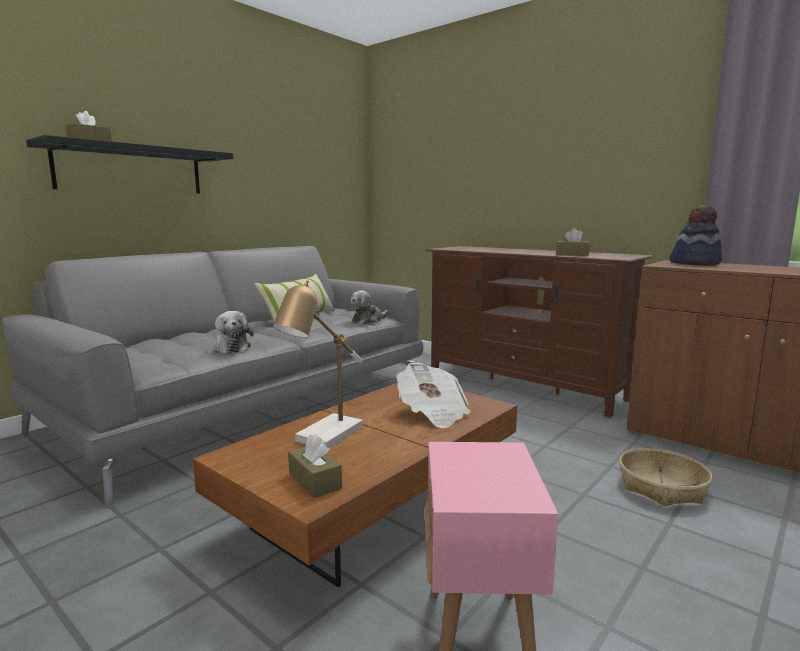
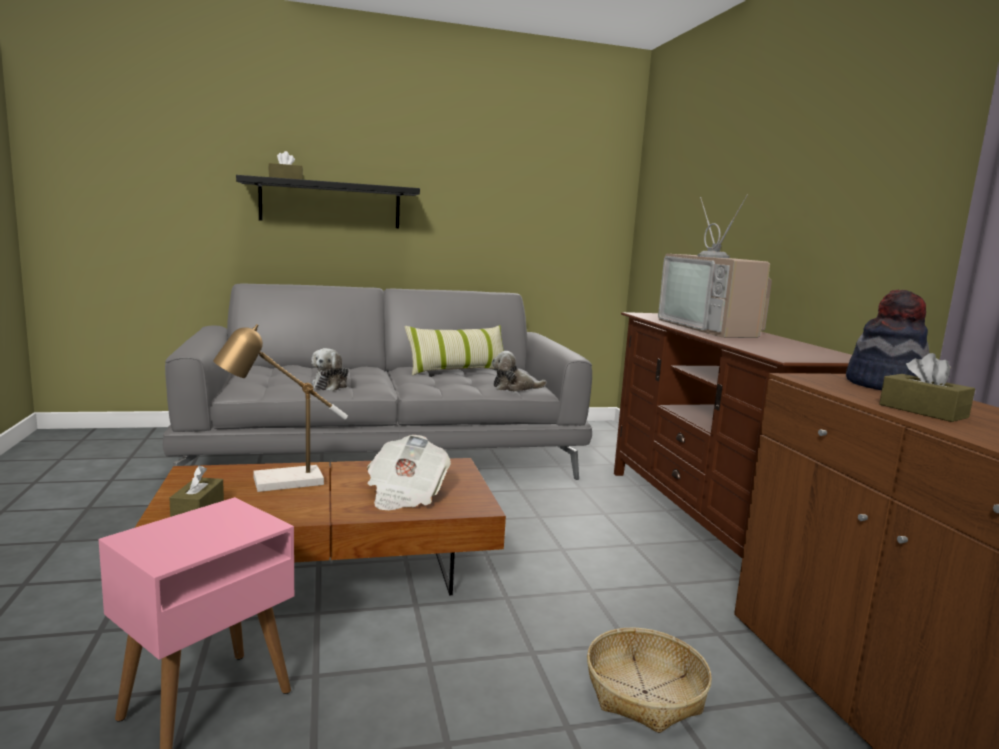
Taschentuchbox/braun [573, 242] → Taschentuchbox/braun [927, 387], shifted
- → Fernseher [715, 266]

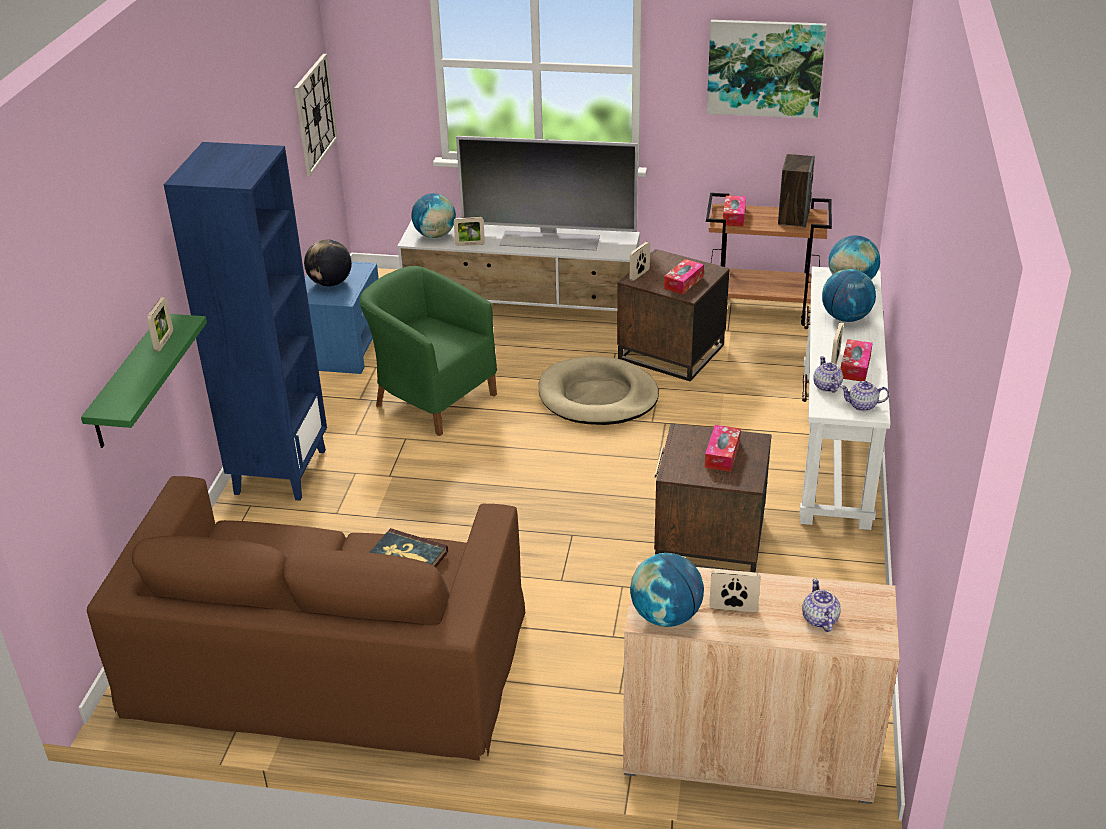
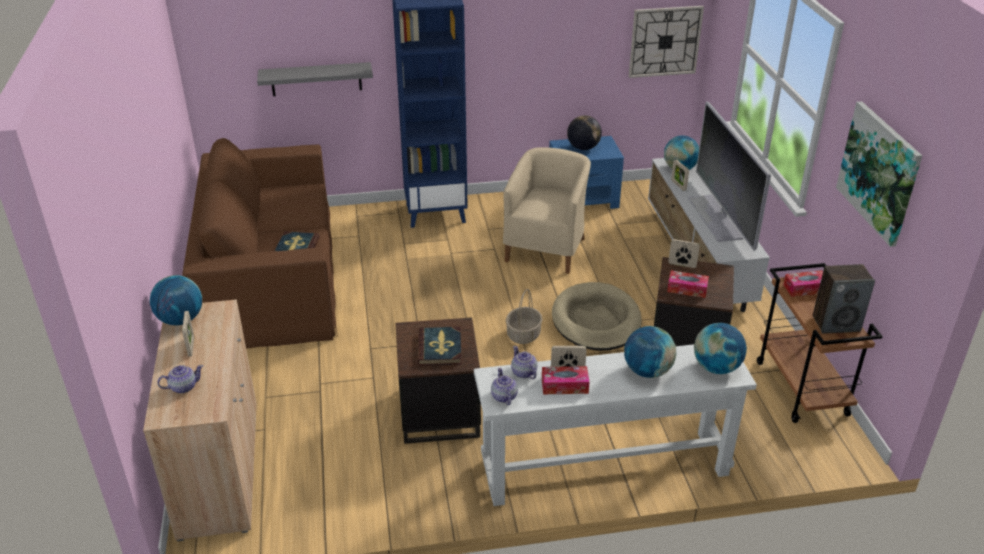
Sessel/grün [428, 351] → Sessel/beige [547, 210]
Bilderrahmen [160, 324] → -
Wandregal/grün [144, 381] → Wandregal/grau [315, 79]
Teekanne [828, 374] → Teekanne [524, 362], 90 degrees counterclockwise
Taschentuchbox [723, 448] → Buch [440, 346]
- → Korb [524, 316]

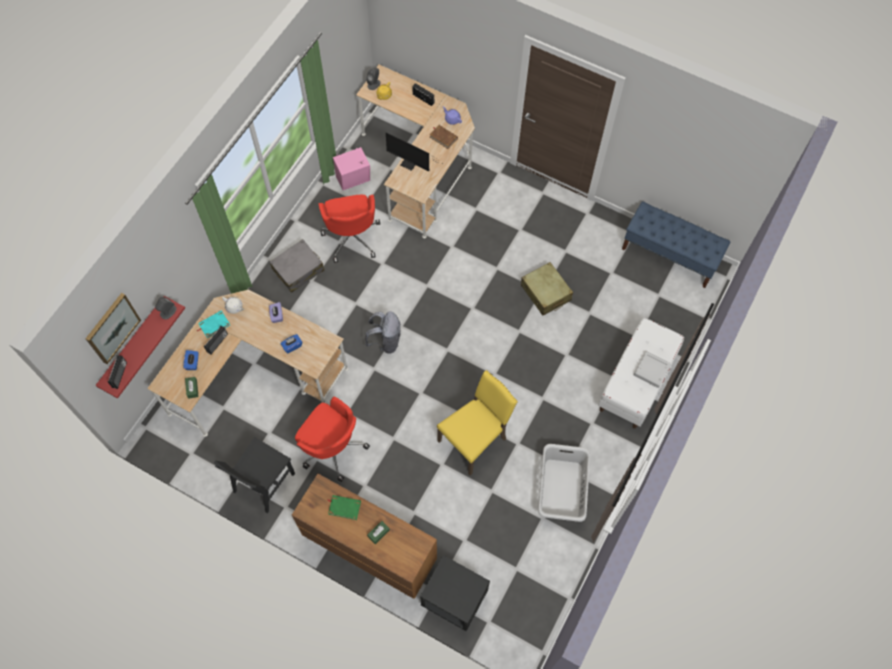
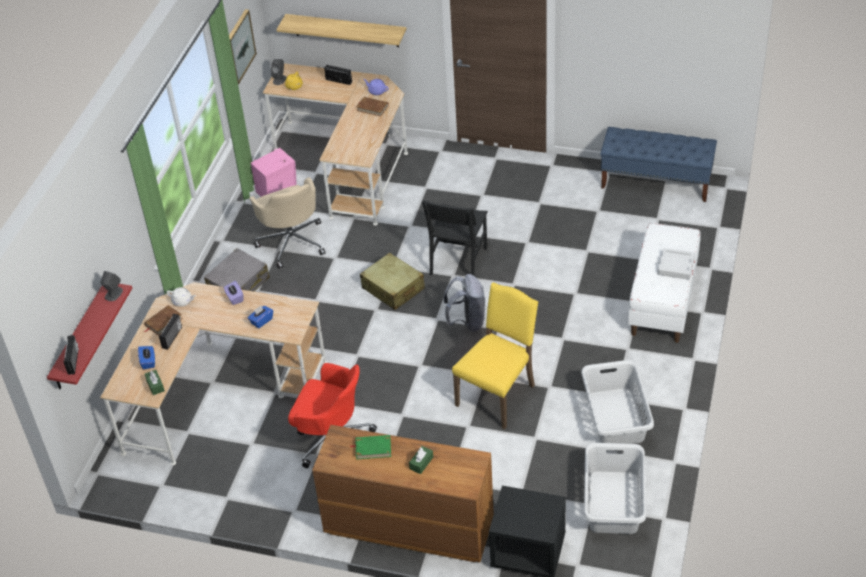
Monitor [412, 152] → -
Bürostuhl/rot [349, 229] → Bürostuhl/beige [287, 223]
Koffer/beige [547, 288] → Koffer/beige [392, 281], shifted
Bild [113, 328] → Bild [243, 47], shifted
Buch/türkis [213, 324] → Buch/braun [163, 320]
Rucksack/grau [383, 332] → Rucksack/grau [464, 303], shifted
Stuhl/schwarz [254, 475] → Stuhl/schwarz [455, 238], shifted
- → Wandregal [341, 30]
- → Wäschekorb/grau [615, 488]

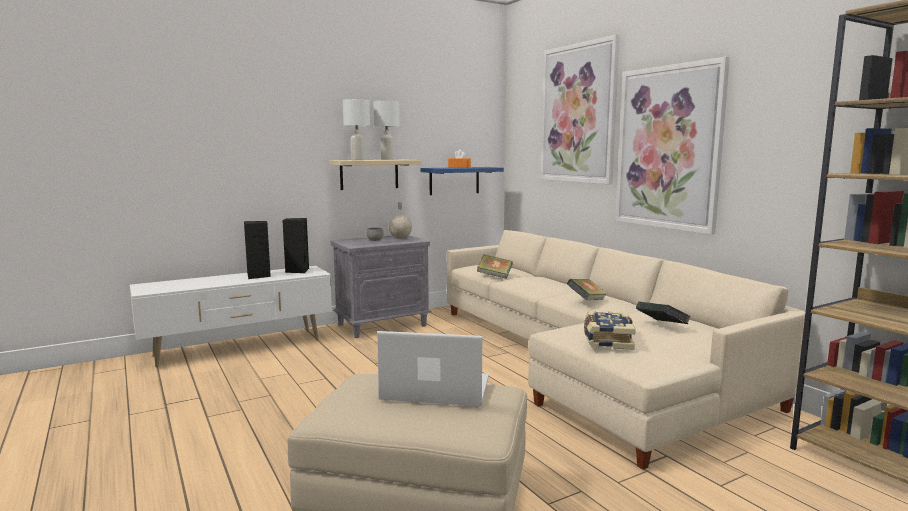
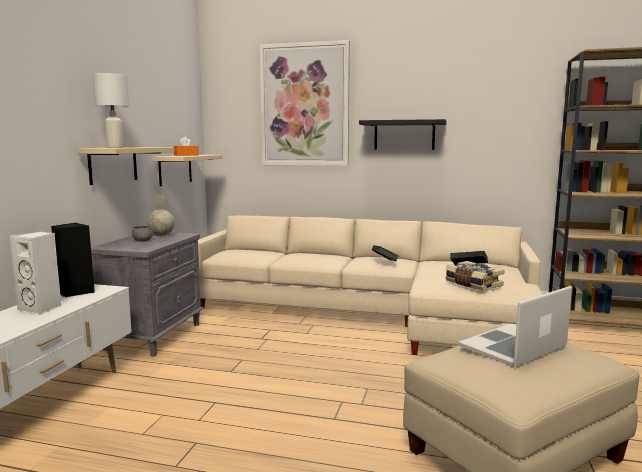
Bild [672, 146] → Wandregal/schwarz [403, 134]
Tischlampe/weiß [386, 130] → -
Wandregal/blau [462, 181] → Wandregal/beige [187, 170]
Lautsprecher/schwarz [257, 250] → Lautsprecher/weiß [36, 273]
Buch [495, 267] → -

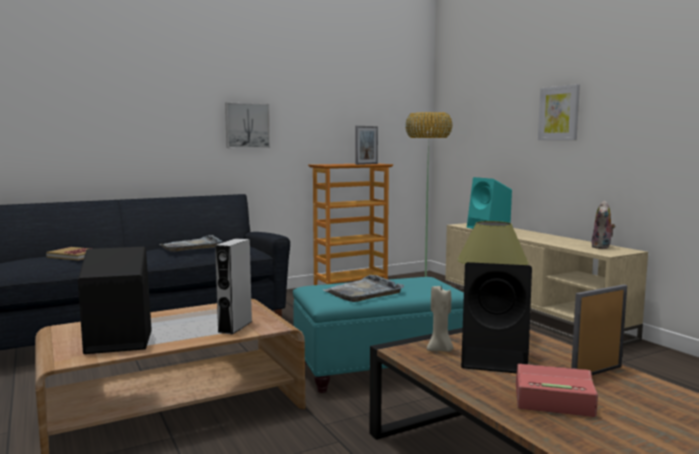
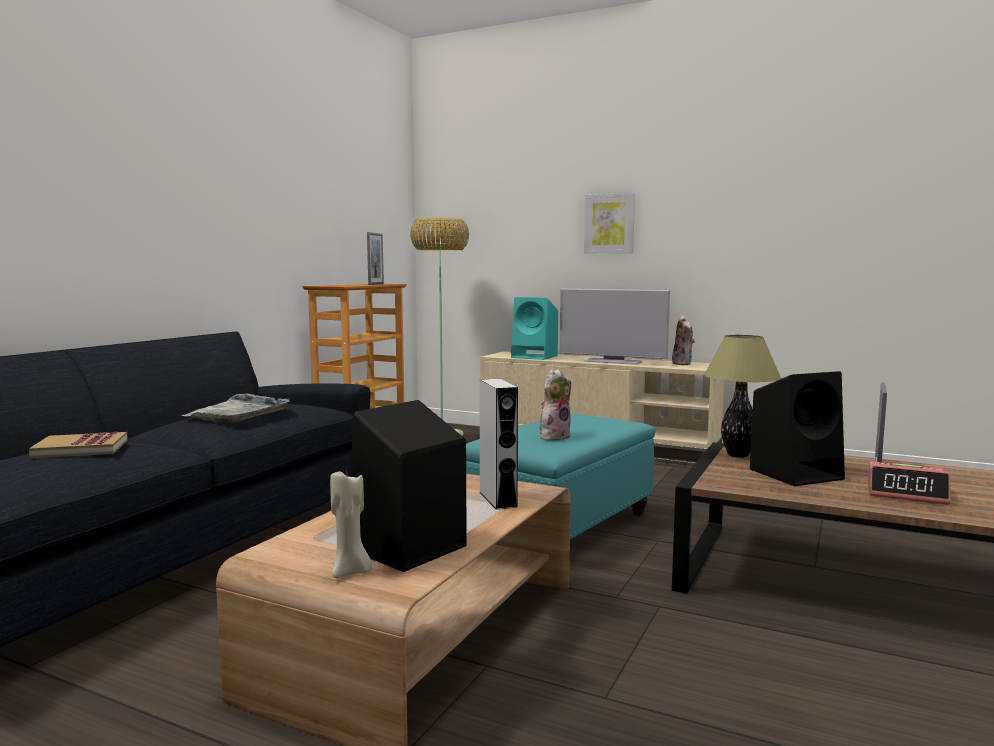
Bild [247, 125] → -
Tablett/grau [363, 288] → Plüschtier [555, 405]
Kerze/beige [440, 318] → Kerze/beige [351, 523], shifted
Wecker [557, 390] → Wecker [909, 483], 135 degrees counterclockwise
- → Fernseher [615, 327]

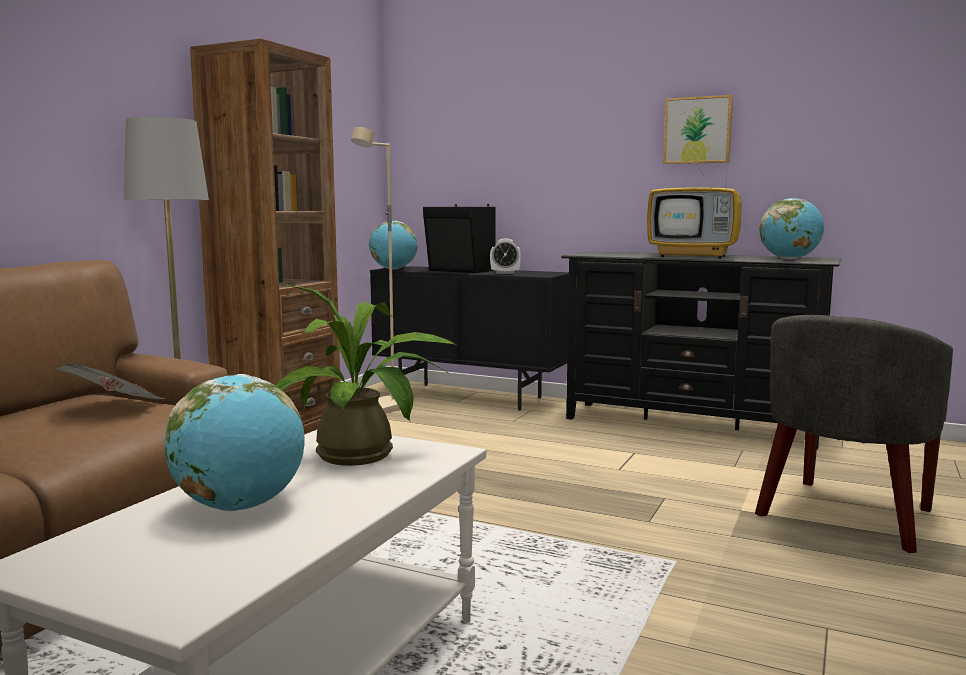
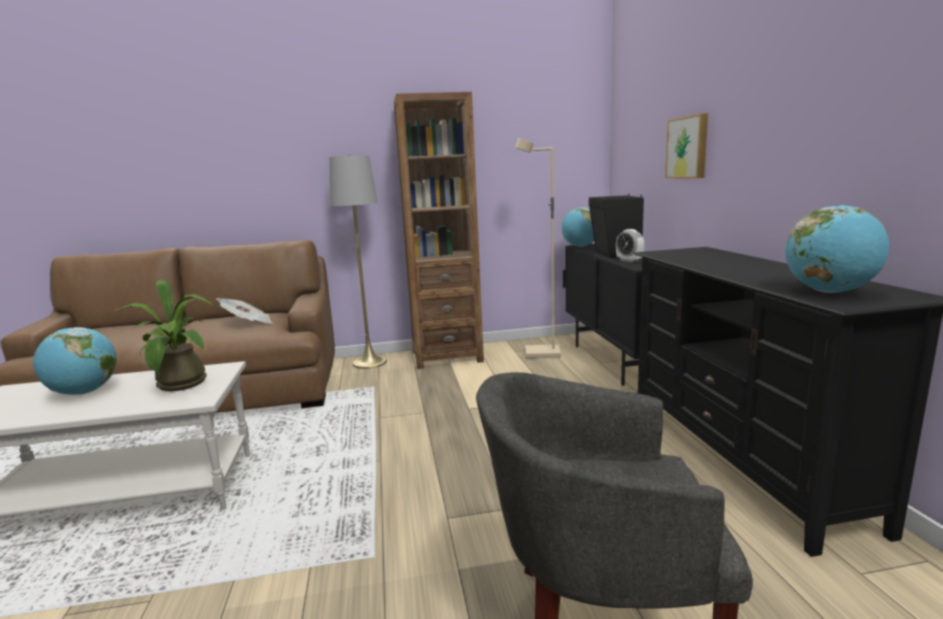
Bild [698, 129] → Bild [686, 145], shifted
Fernseher [694, 205] → -

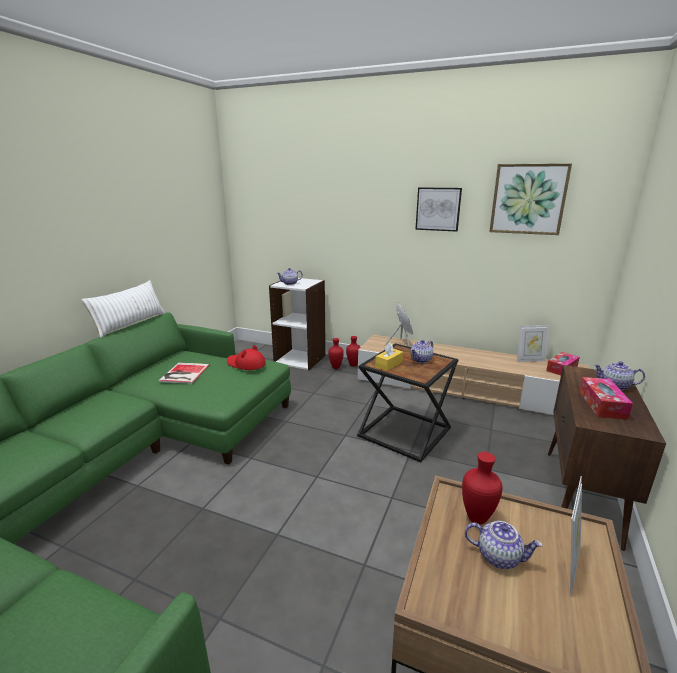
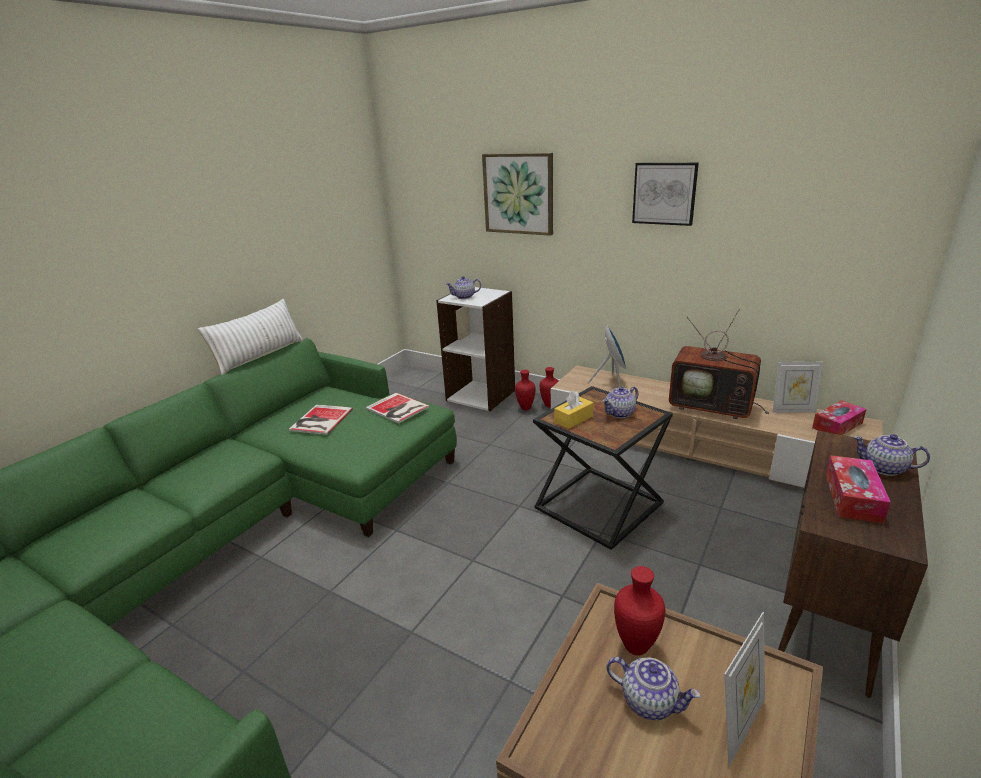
Bild [530, 199] → Bild [517, 194], shifted
Hut/rot [246, 357] → Buch [398, 408]
- → Fernseher [719, 364]

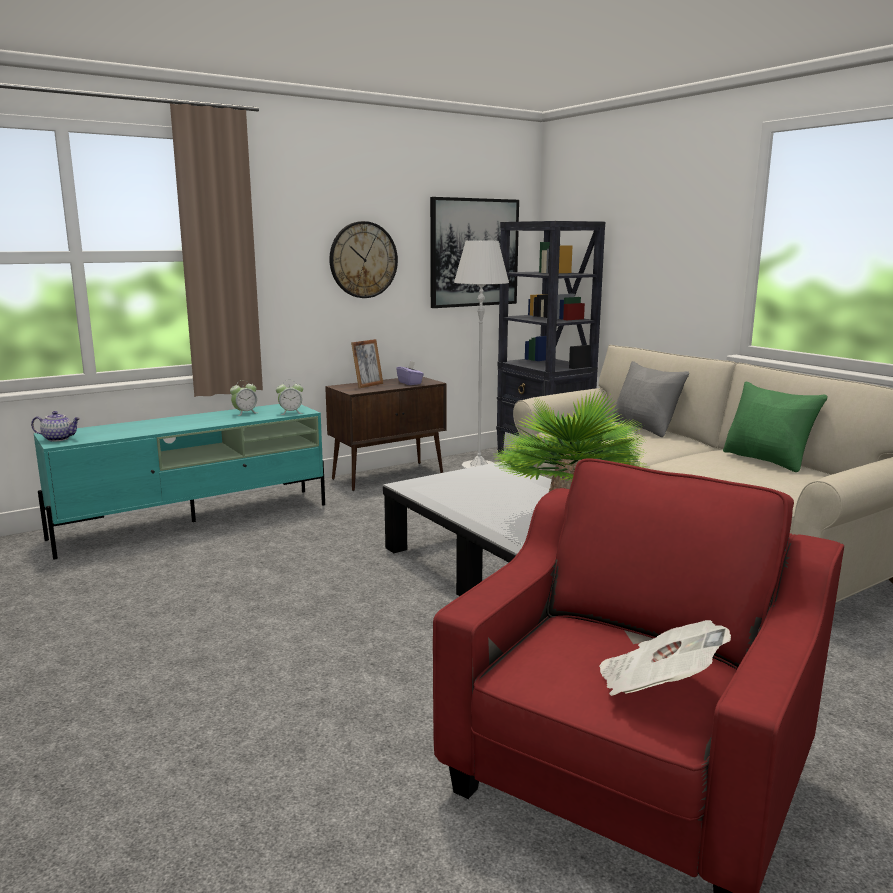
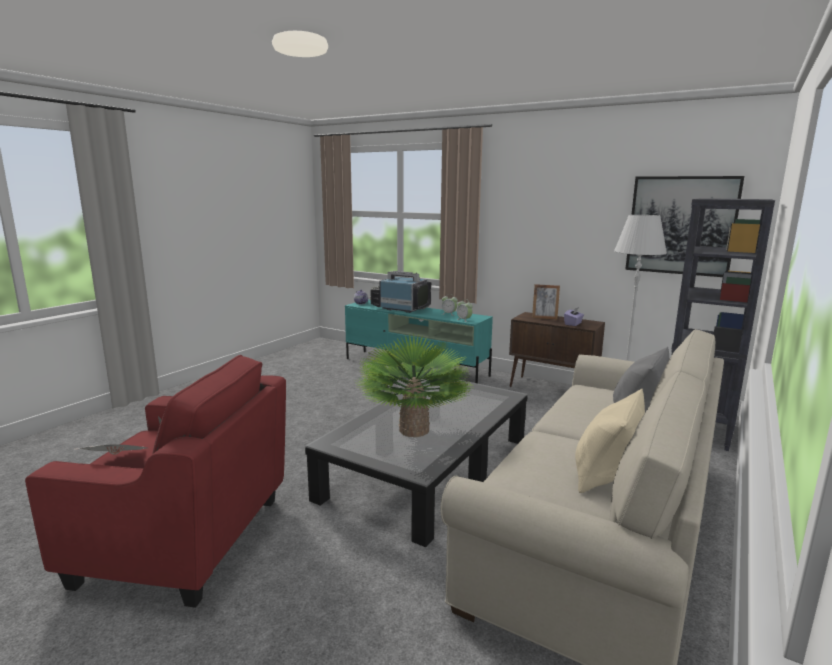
Wanduhr [363, 259] → -
Kissen/grün [775, 427] → Kissen/beige [610, 441]
- → Fernseher [400, 292]

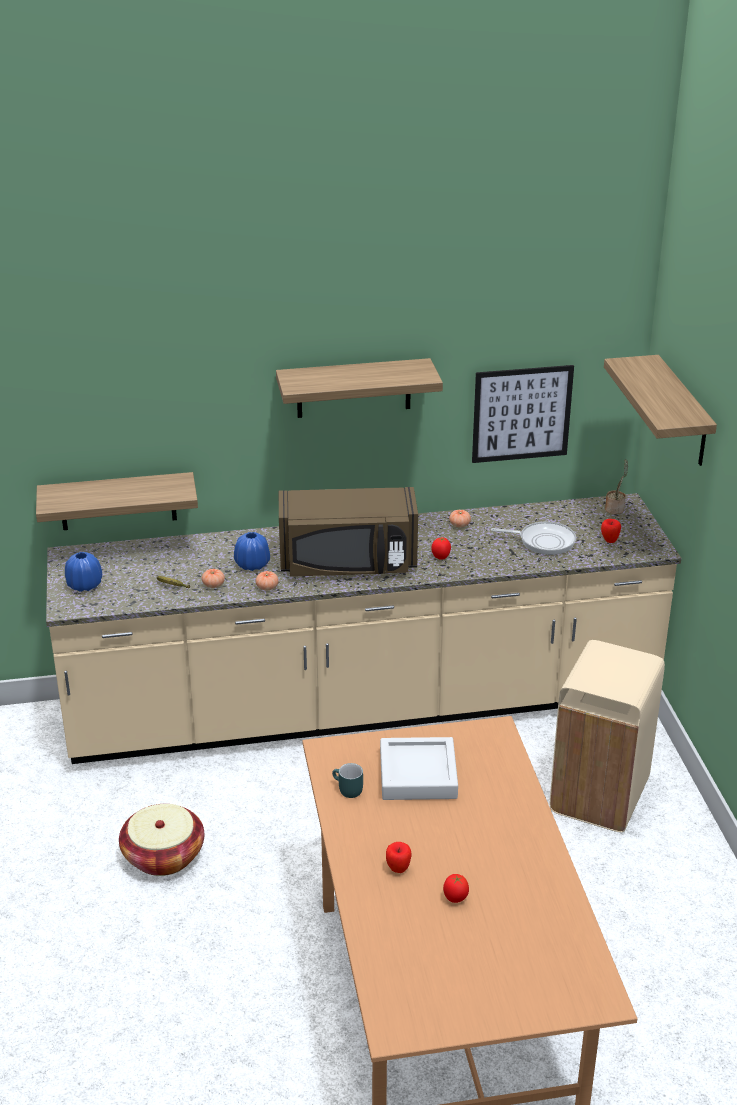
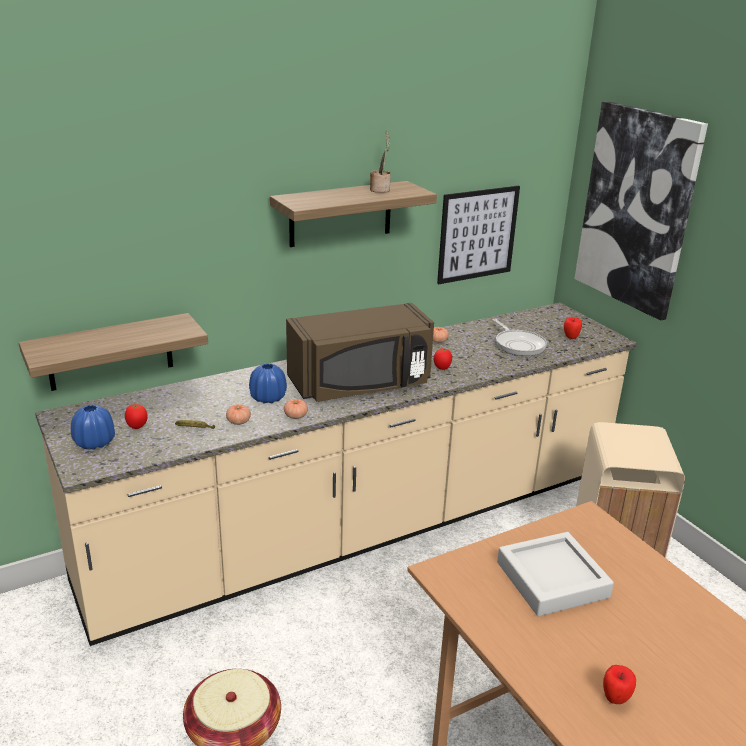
Wandregal [660, 410] → Bild [641, 211]
Topfpflanze [616, 486] → Topfpflanze [380, 162], shifted
Pfanne [533, 538] → Pfanne [519, 337], 75 degrees clockwise
Henkelbecher/türkis [347, 780] → -
Tomate [456, 888] → Tomate [136, 416], shifted

